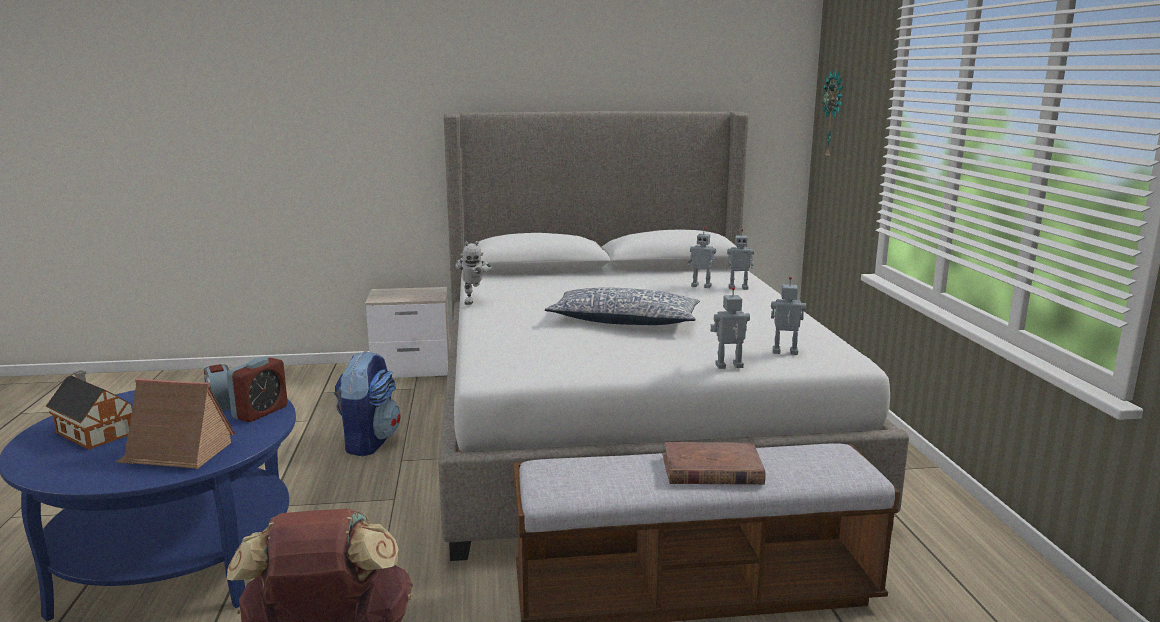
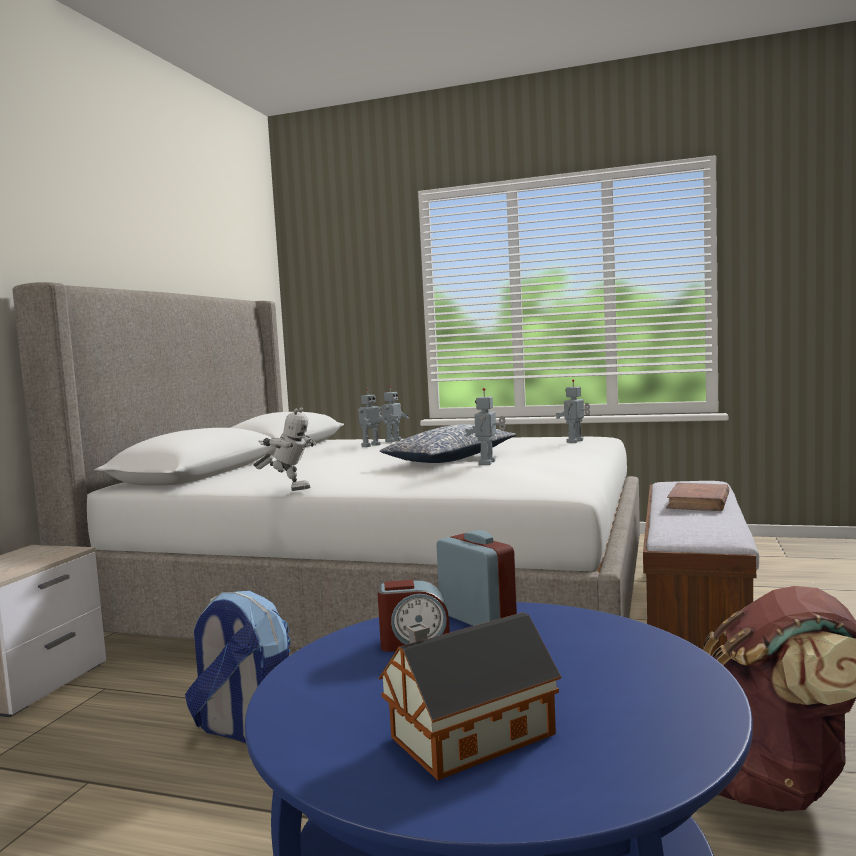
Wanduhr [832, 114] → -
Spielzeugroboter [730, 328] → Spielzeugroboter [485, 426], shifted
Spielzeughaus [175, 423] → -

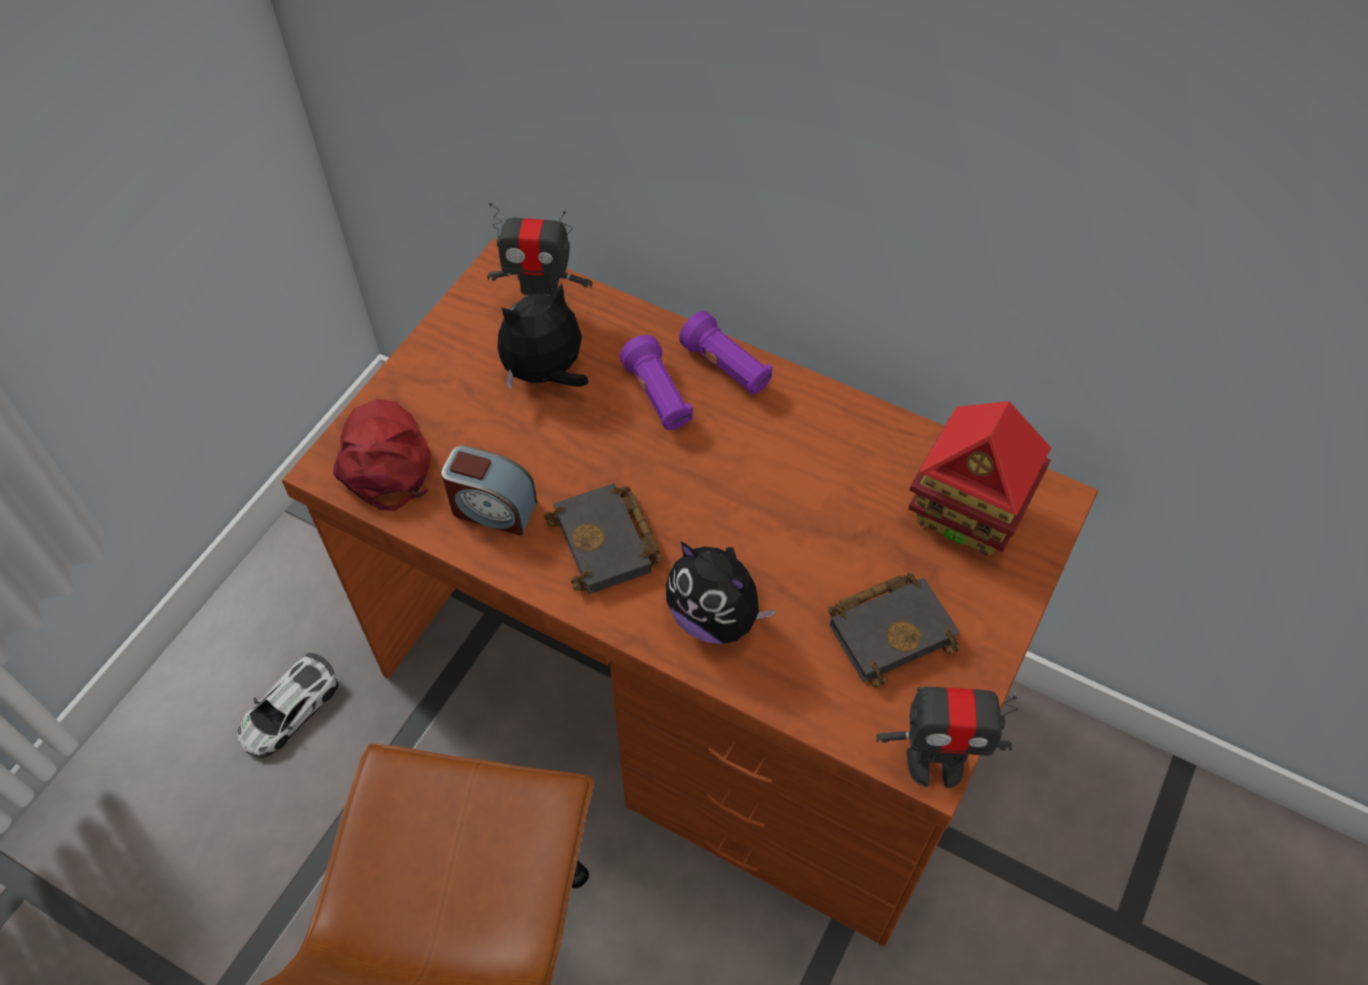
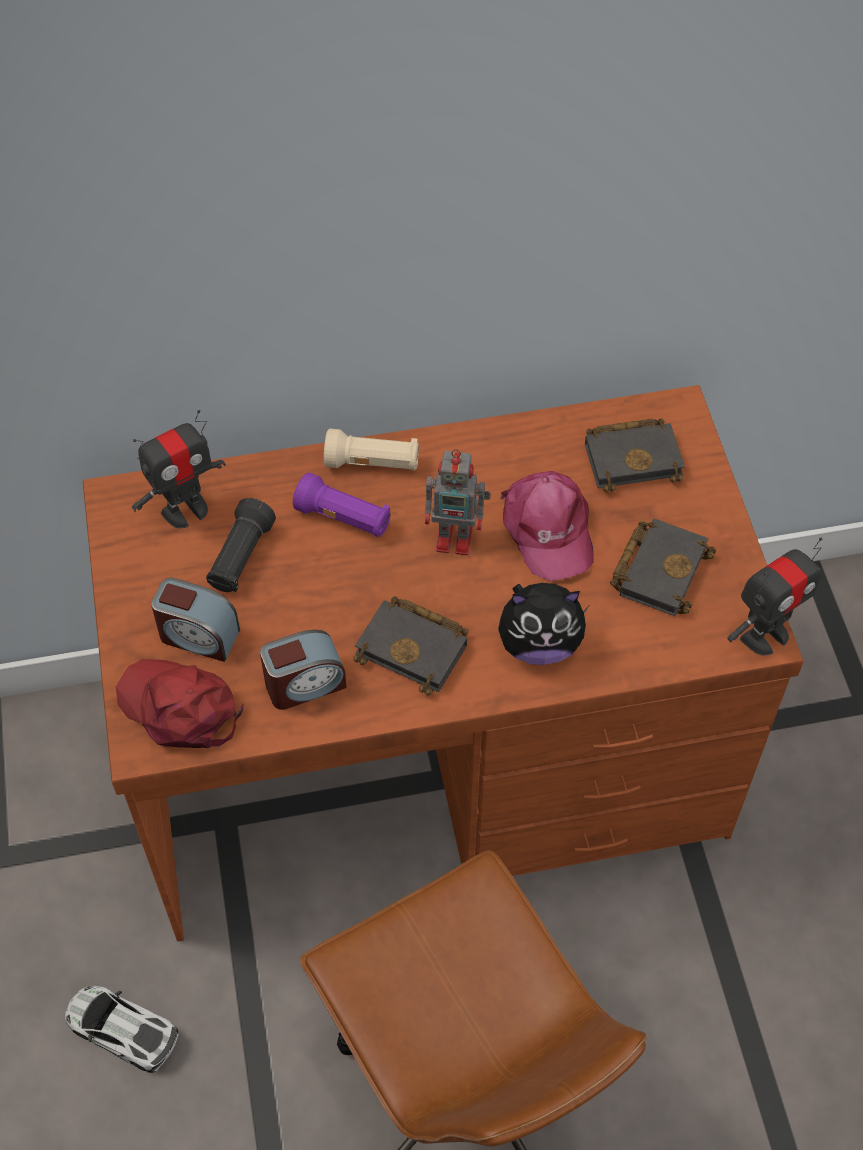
Plüschtier [543, 336] → Taschenlampe/schwarz [241, 545]
Taschenlampe/lila [725, 353] → Taschenlampe/beige [371, 450]
Spielzeughaus [979, 478] → Buch/schwarz [635, 455]
Spielzeugauto [288, 705] → Spielzeugauto [122, 1029], 120 degrees clockwise
- → Spielzeugroboter [458, 502]
- → Kappe/rosa [547, 526]
- → Wecker [195, 620]

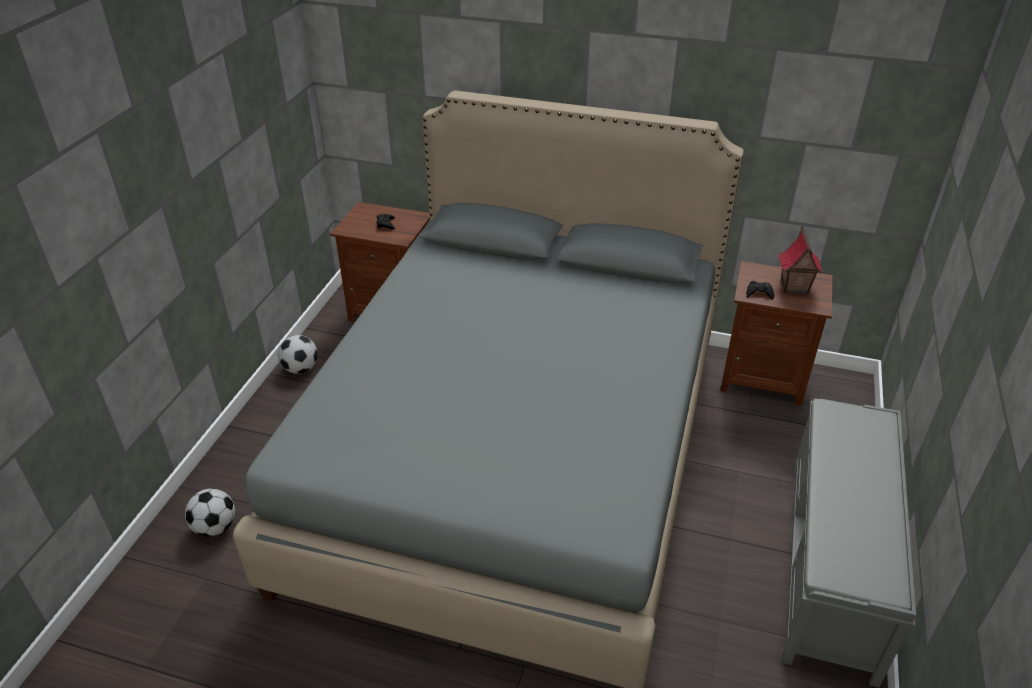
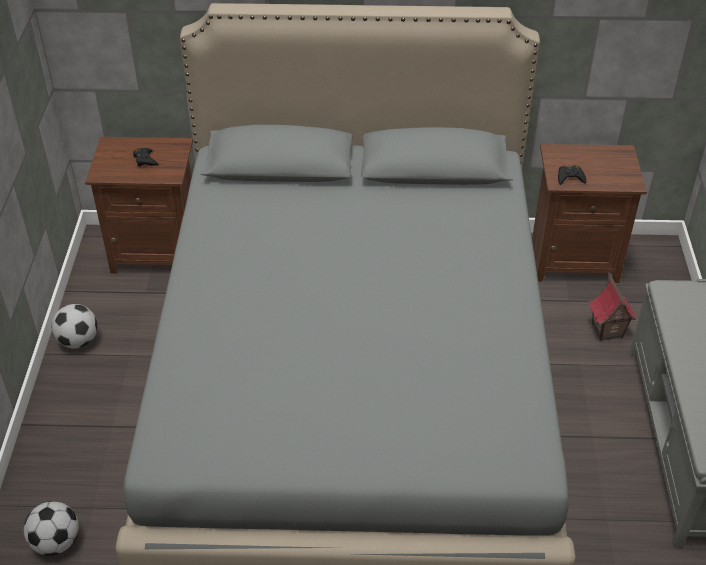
Spielzeughaus [800, 259] → Spielzeughaus [612, 306], shifted

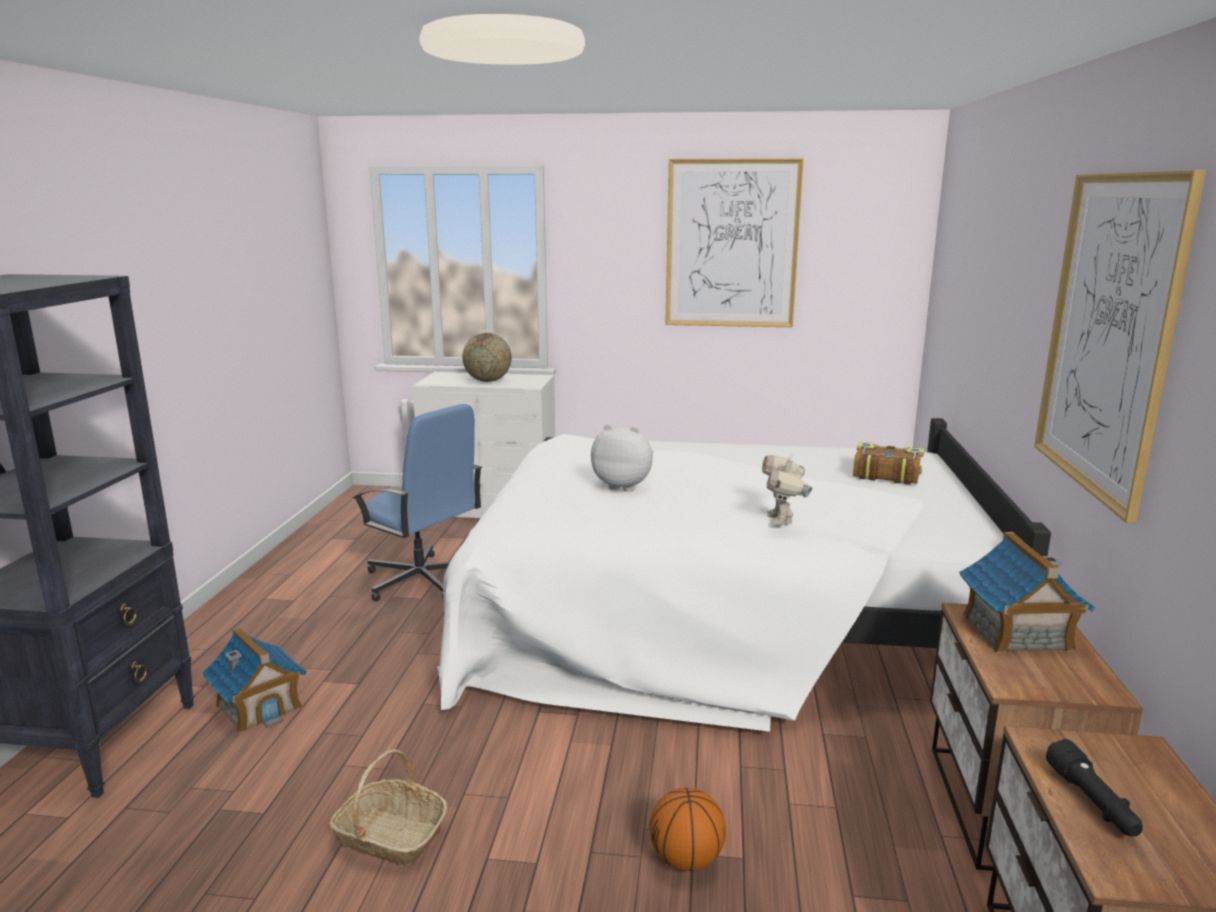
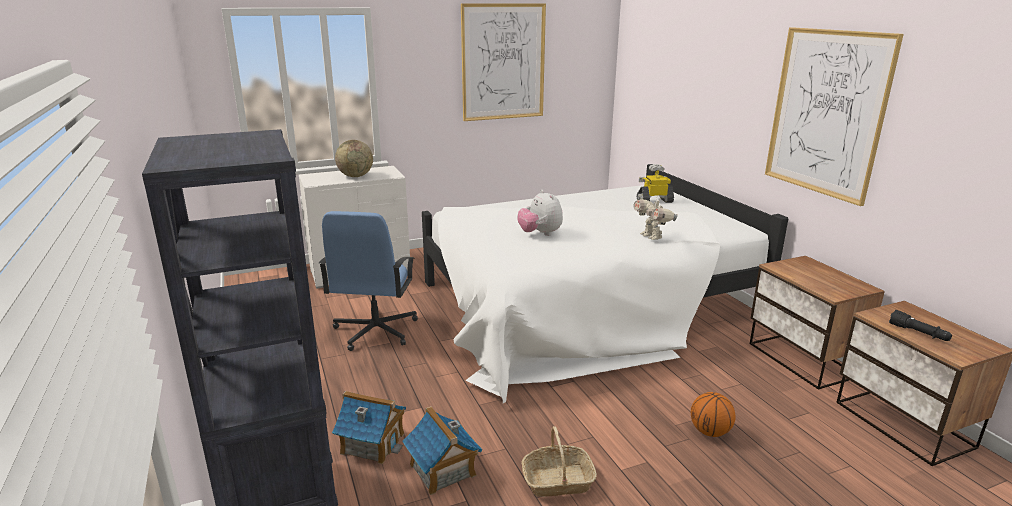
Bürostuhl/blau [417, 503] → Bürostuhl/blau [368, 281], 90 degrees clockwise
Plüschtier [622, 457] → Plüschtier [540, 213], 105 degrees counterclockwise
Buch [888, 463] → Spielzeugroboter [655, 183]
Spielzeughaus [1027, 592] → Spielzeughaus [442, 450], shifted

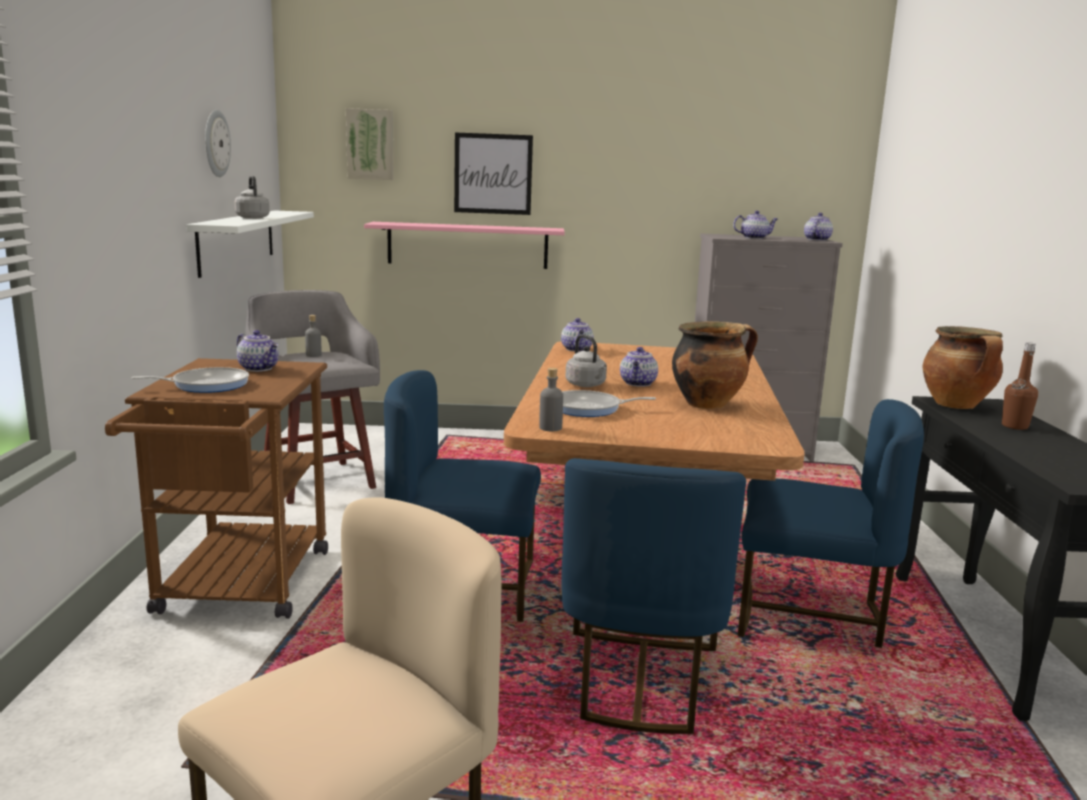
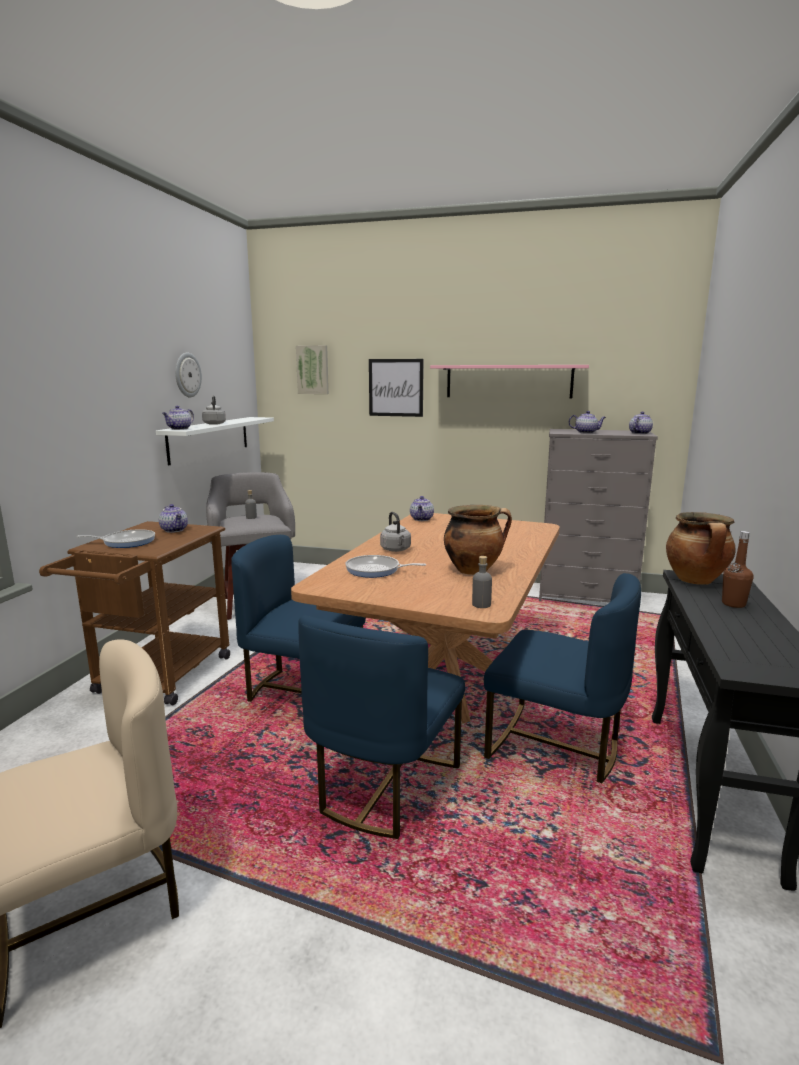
Wandregal/rosa [464, 245] → Wandregal/rosa [509, 382], shifted
Teekanne [639, 367] → Teekanne [178, 418], shifted
Flasche/grau [551, 399] → Flasche/grau [482, 582], shifted

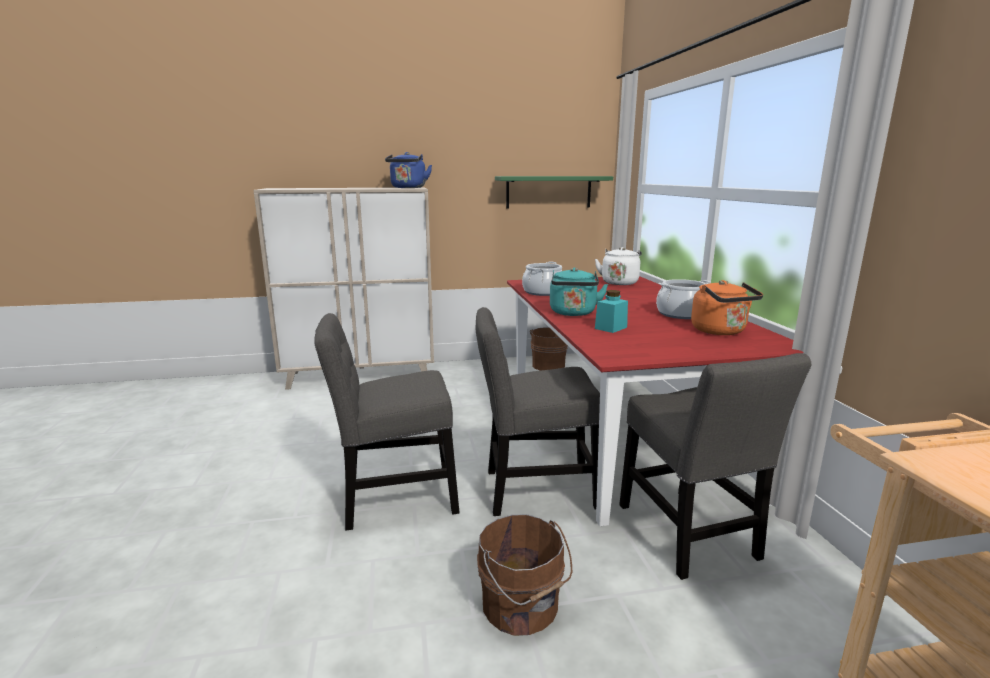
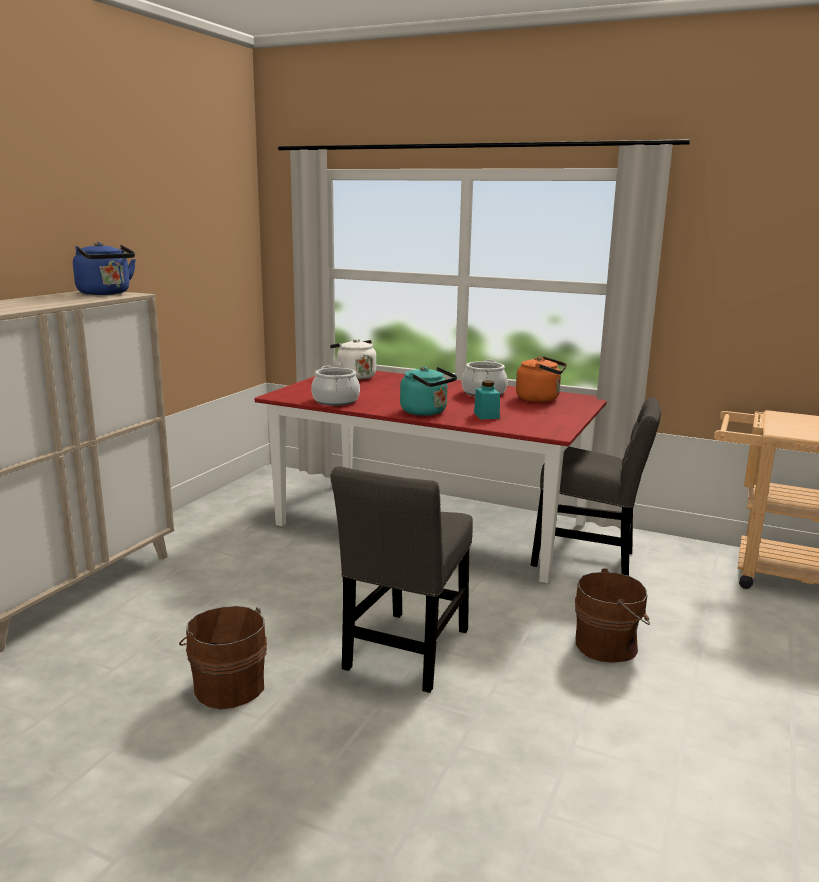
Wandregal/grün [554, 192] → -
Stuhl/grau [538, 411] → -
Eimer/braun [549, 349] → Eimer/braun [223, 657], shifted

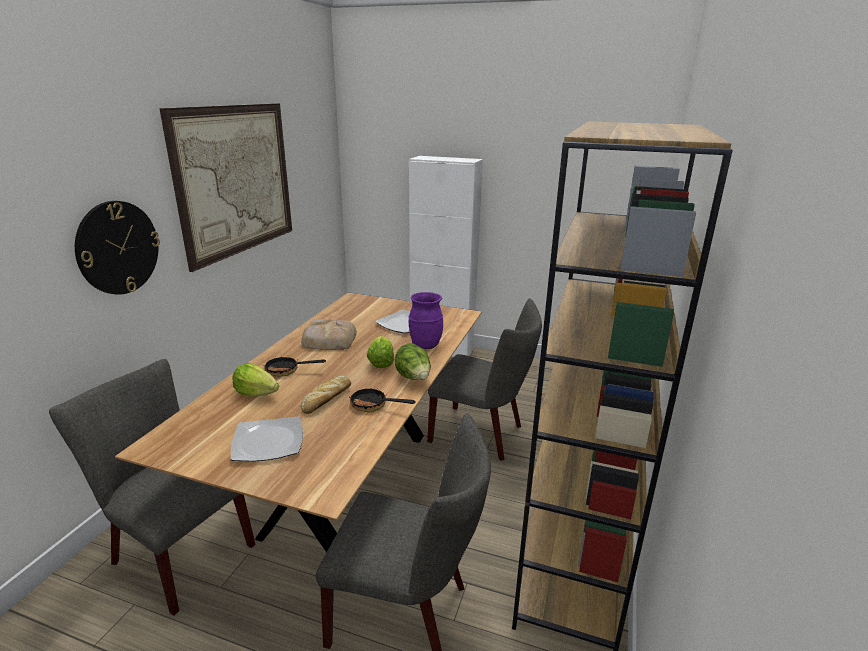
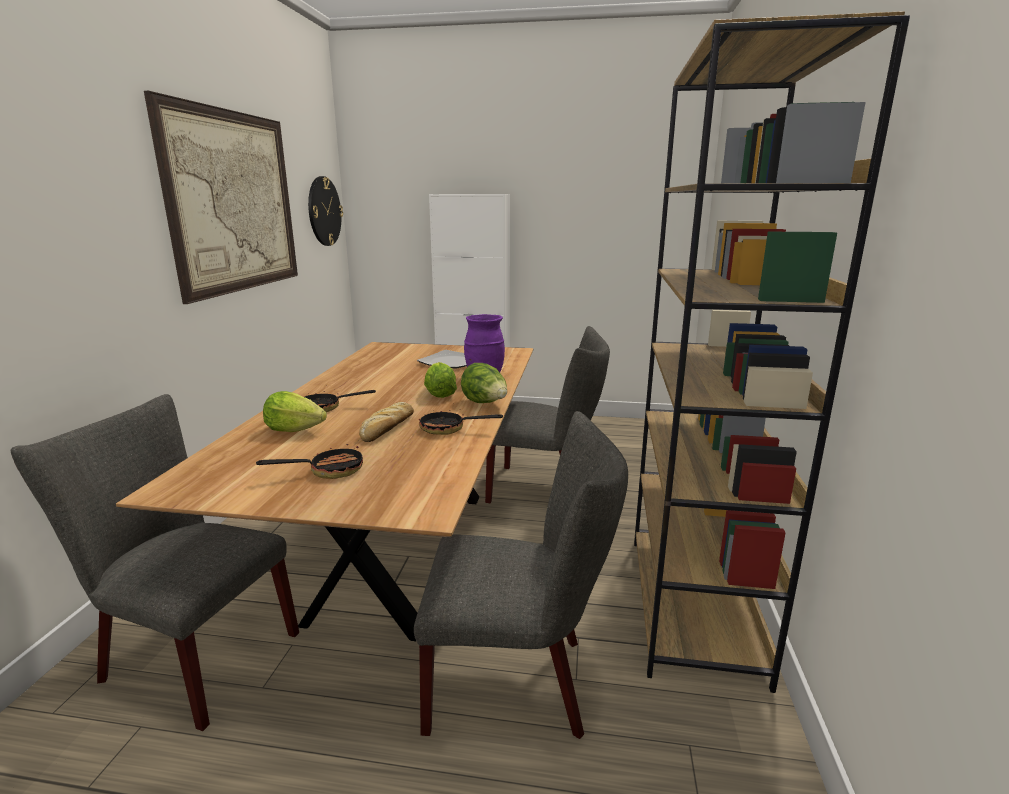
Wanduhr [117, 248] → Wanduhr [325, 211], shifted
Brot [329, 334] → -
Teller [267, 439] → Pfanne [309, 459]

